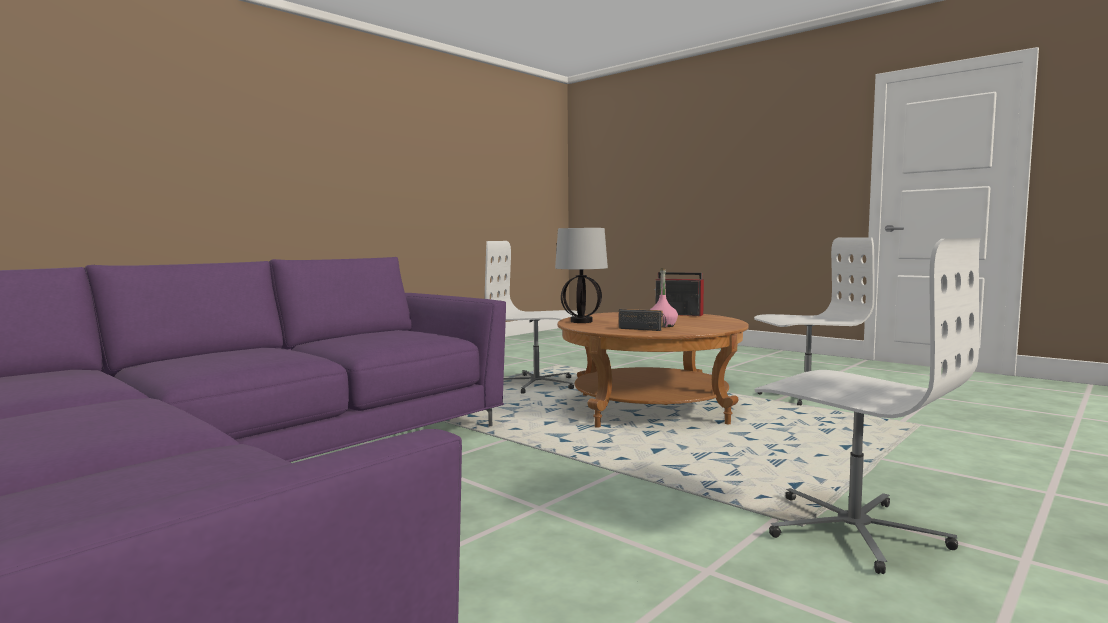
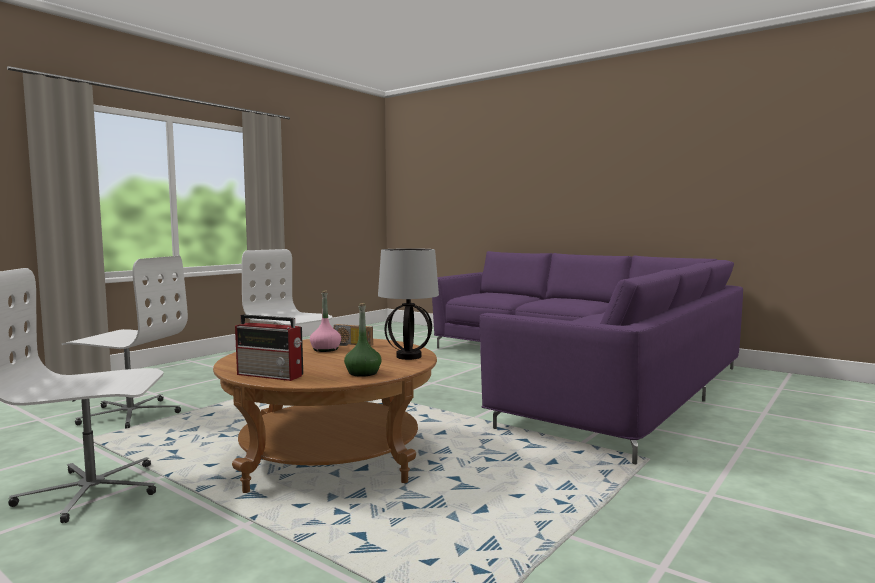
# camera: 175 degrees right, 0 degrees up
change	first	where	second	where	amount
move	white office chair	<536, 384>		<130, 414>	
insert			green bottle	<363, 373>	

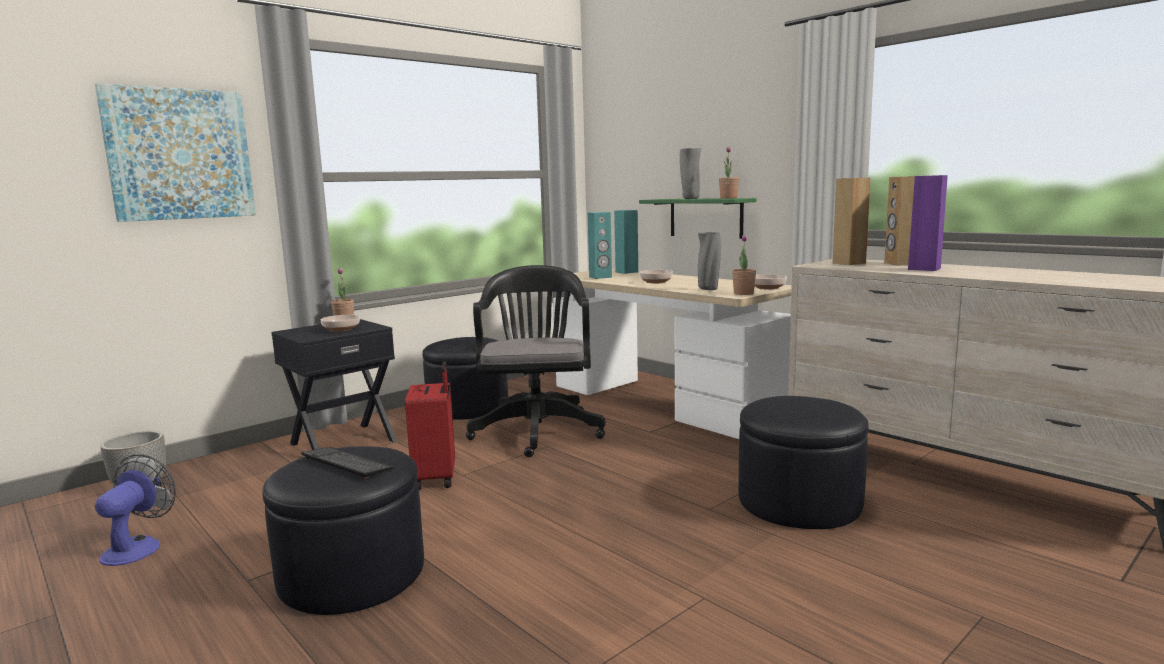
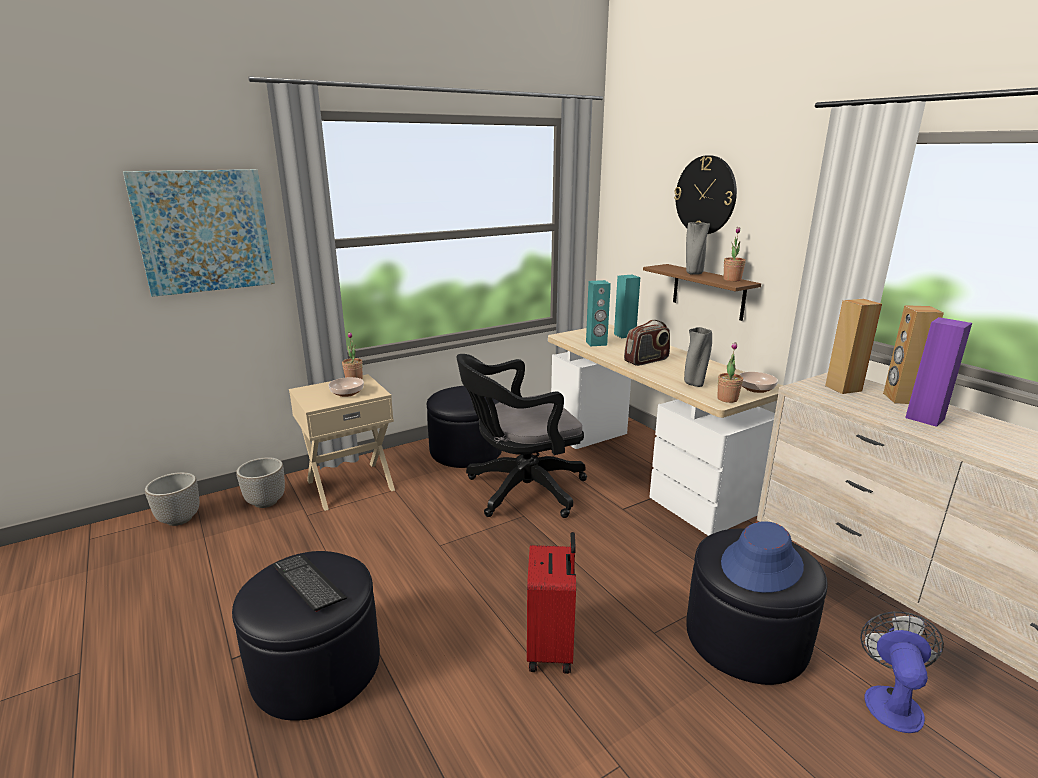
# camera: 10 degrees right, 10 degrees up
change	first	where	second	where	amount
move	fan	<138, 547>		<891, 700>	
recolor	black nightstand	<343, 442>	beige nightstand	<350, 484>	
move	red suitcase	<436, 478>		<551, 649>	
rotate	black office chair	<537, 429>		<520, 490>	120 degrees counterclockwise
recolor	green shelf	<705, 217>	brown shelf	<708, 291>	
replace	bowl	<656, 282>	radio	<646, 360>	
insert			planter	<266, 502>	
insert			wall clock	<705, 195>	
insert			blue hat	<762, 565>	

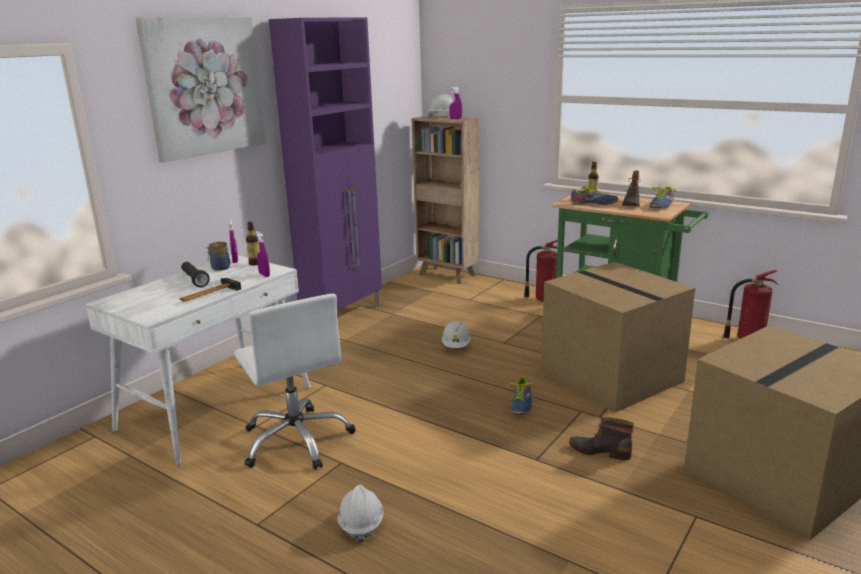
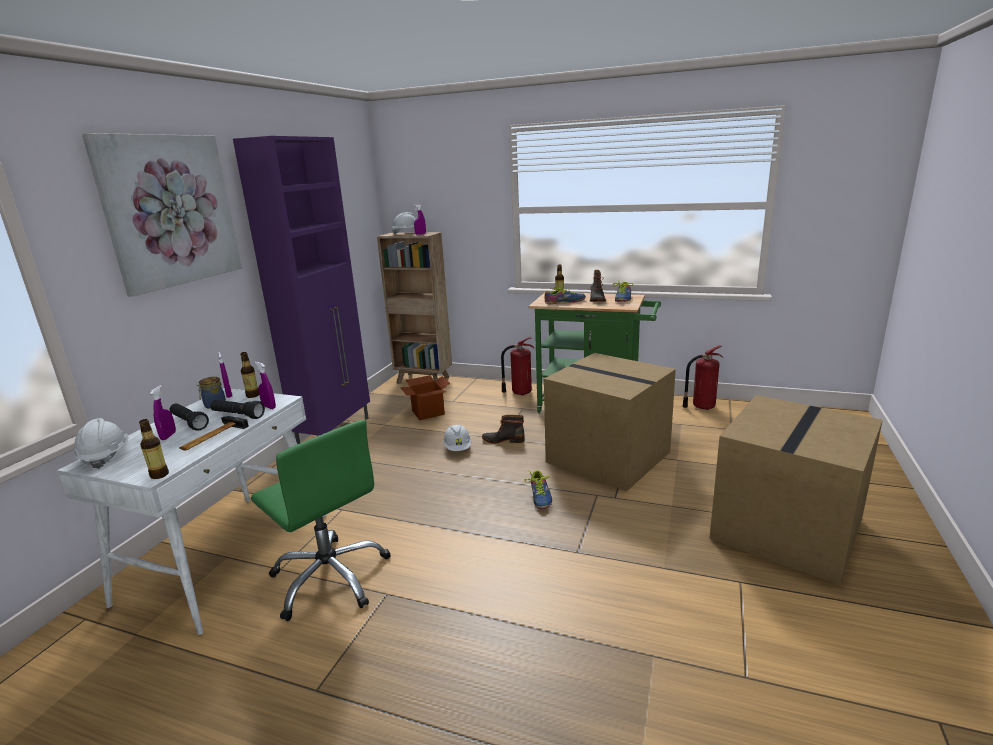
# camera: 15 degrees left, 0 degrees up
change	first	where	second	where	amount
recolor	white office chair	<297, 440>	green office chair	<330, 577>	
move	white hard hat	<361, 524>		<105, 457>	
move	boot	<600, 450>		<503, 440>	
insert			bottle	<159, 475>	
insert			purple spray bottle	<168, 436>	
insert			black flashlight	<238, 415>	
insert			cardboard box	<428, 412>	

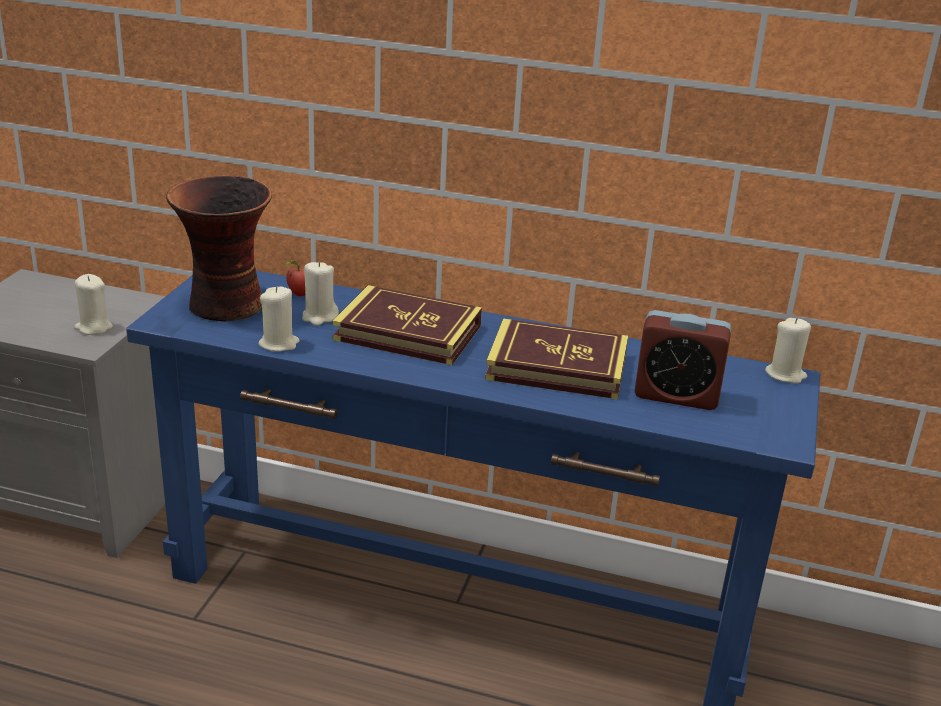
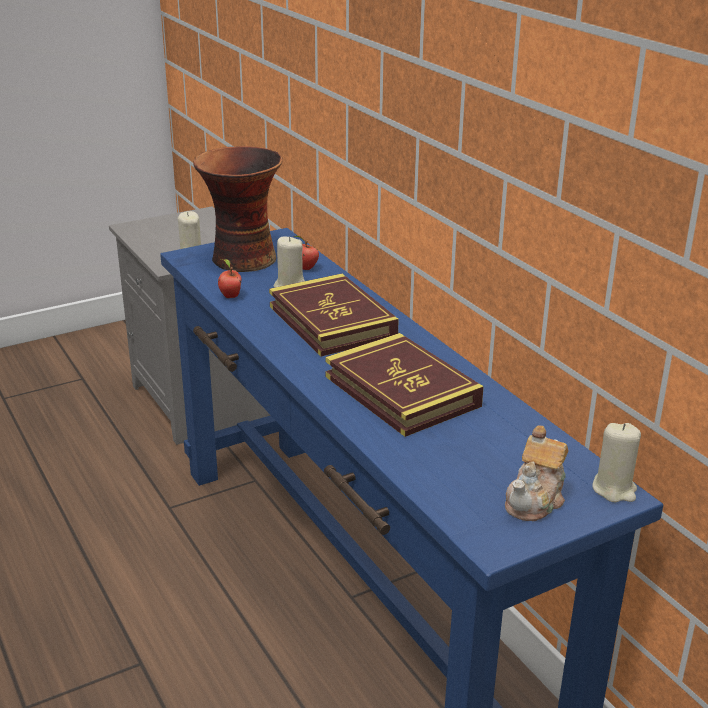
# camera: 45 degrees right, 0 degrees up
change	first	where	second	where	amount
replace	beige candle	<279, 344>	apple	<229, 296>	
delete	alarm clock	<676, 395>			
insert			teapot	<536, 500>	

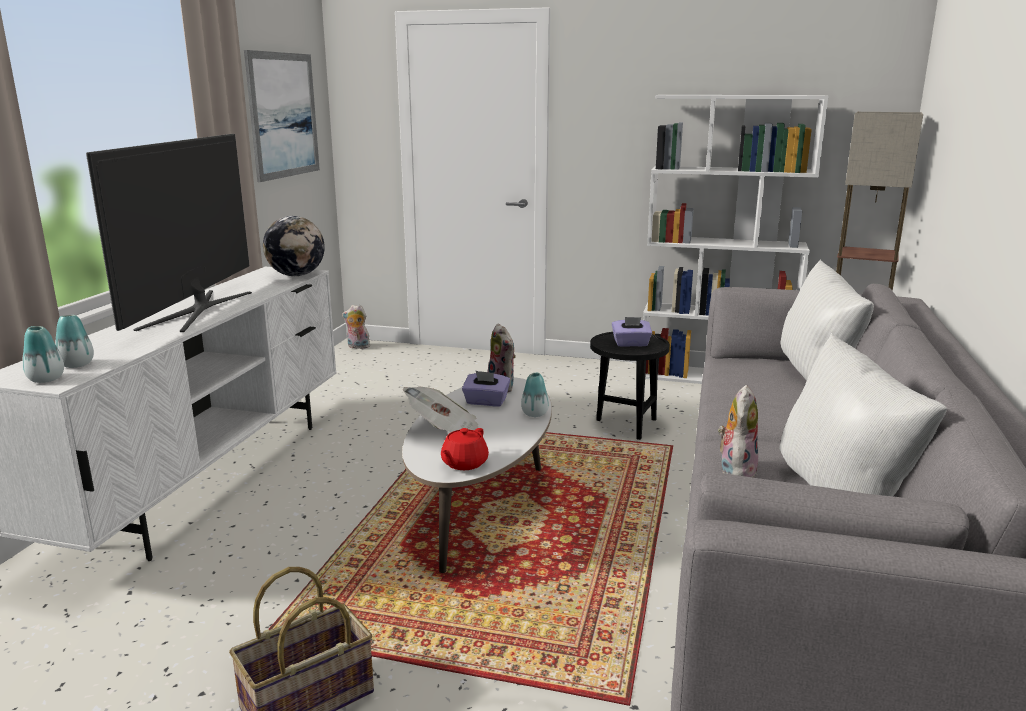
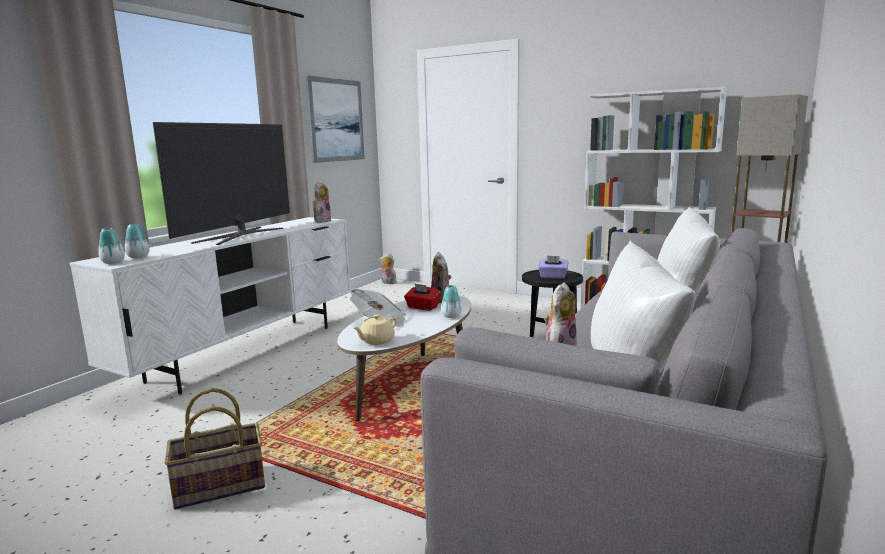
# camera: 15 degrees right, 5 degrees down
change	first	where	second	where	amount
replace	globe	<296, 275>	plush toy	<322, 221>	
recolor	red teapot	<464, 463>	beige teapot	<376, 341>	
recolor	purple tissue box	<486, 402>	red tissue box	<422, 307>	

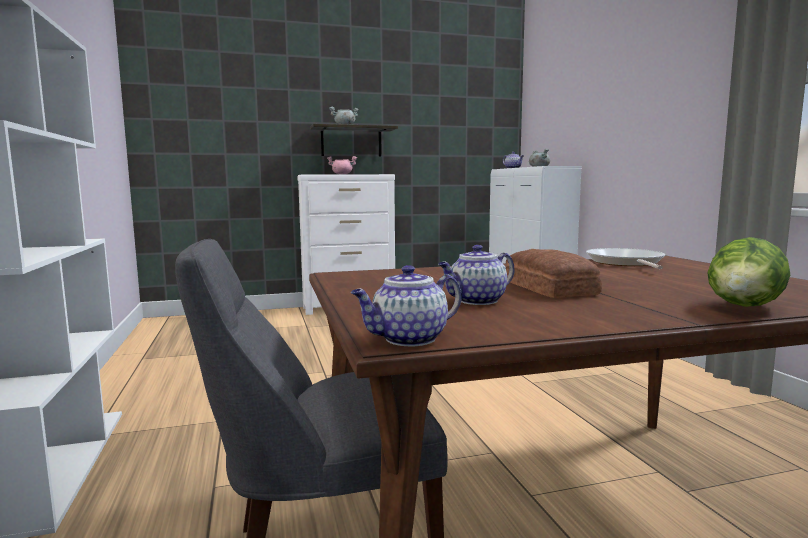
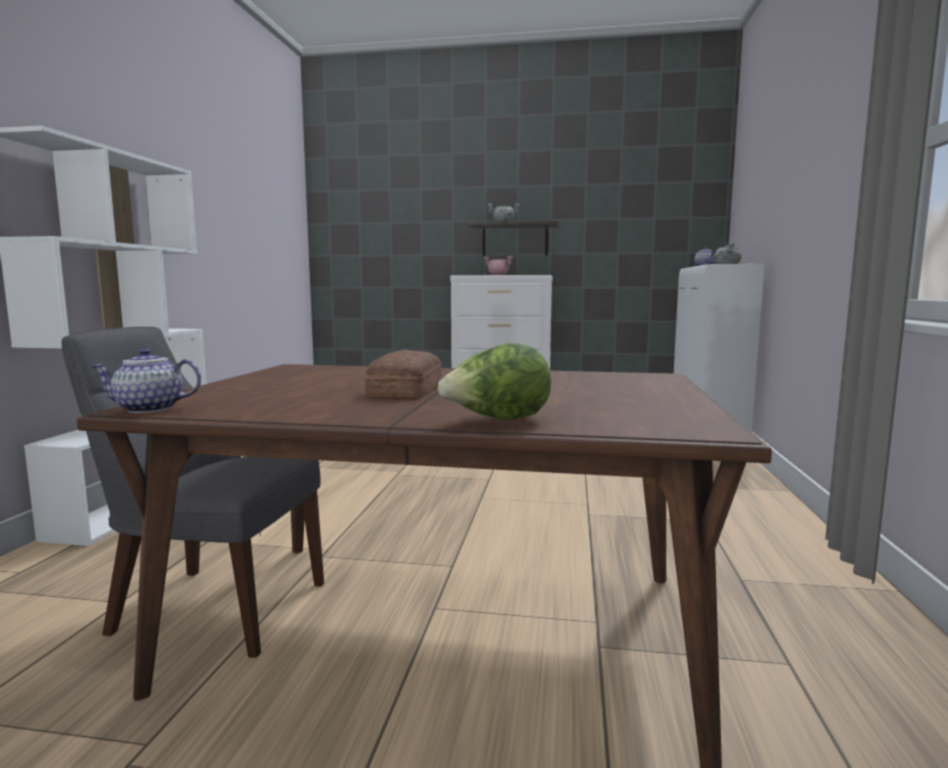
# camera: 25 degrees right, 0 degrees up
change	first	where	second	where	amount
delete	teapot	<476, 301>			
delete	frying pan	<625, 263>			

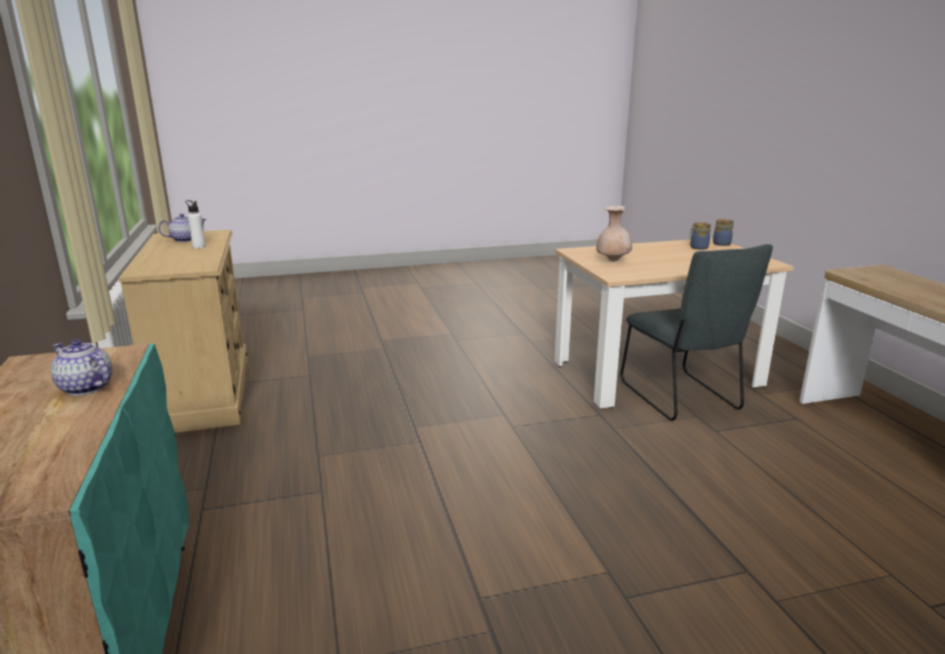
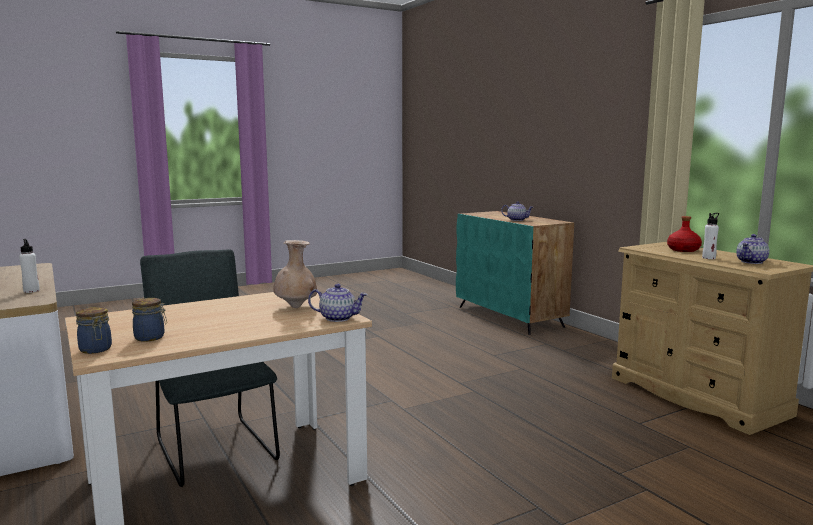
# camera: 165 degrees right, 10 degrees down
change	first	where	second	where	amount
insert			white bottle	<31, 291>	
insert			teapot	<338, 318>	
insert			red bottle	<683, 250>	

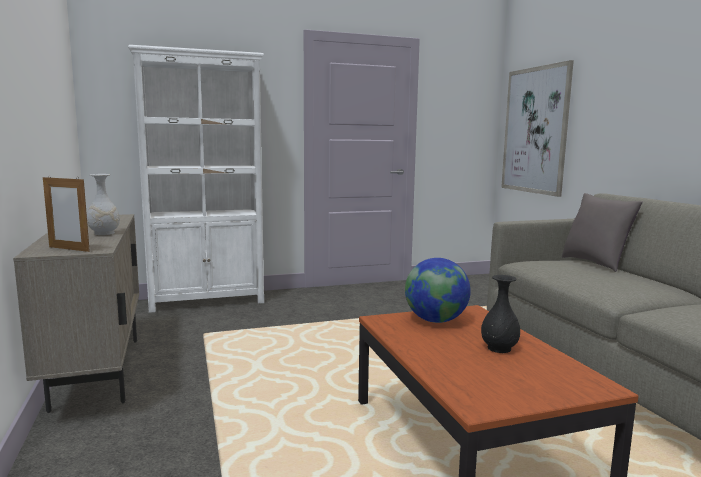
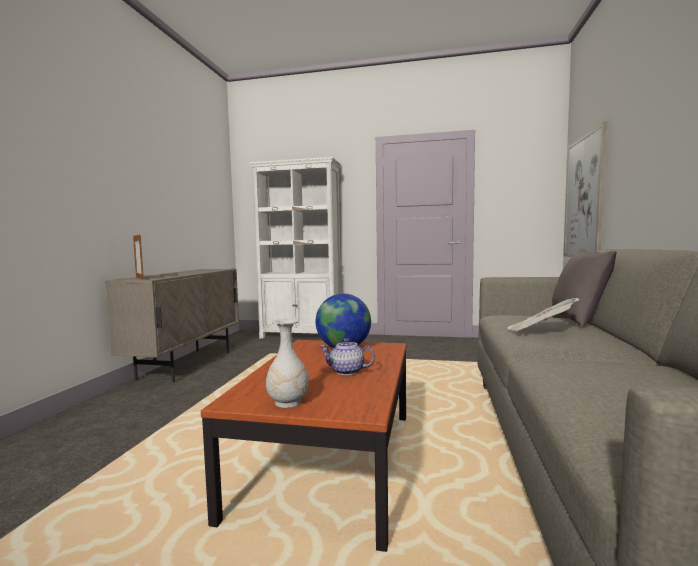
# camera: 30 degrees right, 5 degrees down
change	first	where	second	where	amount
move	white vase	<104, 233>		<287, 402>	
replace	black vase	<499, 348>	teapot	<346, 371>	
insert			newspaper	<539, 332>	

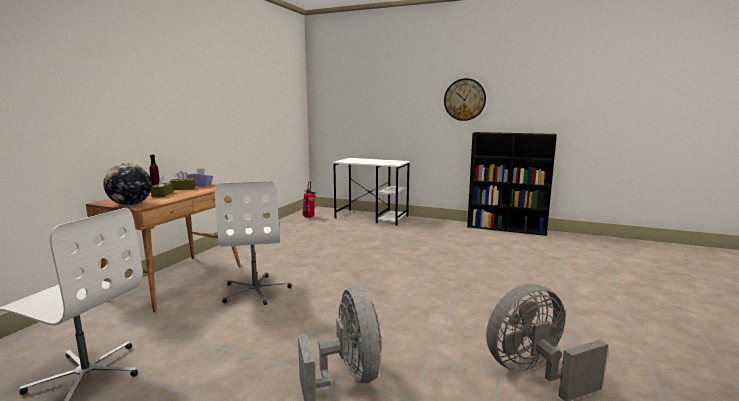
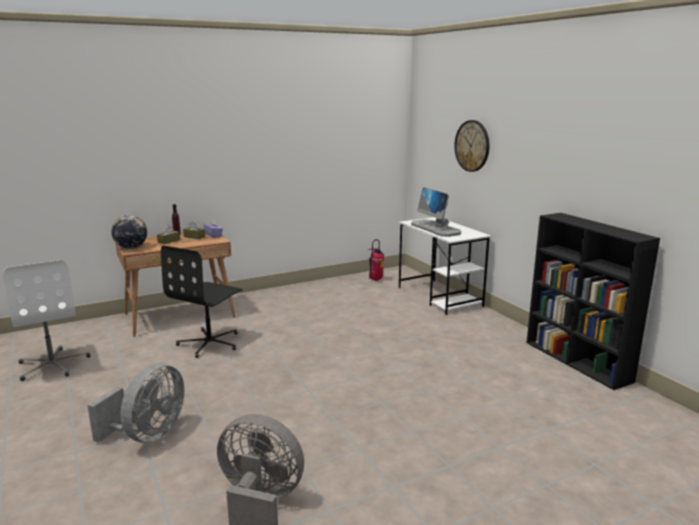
# camera: 40 degrees right, 5 degrees up
change	first	where	second	where	amount
recolor	white office chair	<256, 290>	black office chair	<210, 343>	
move	wall clock	<464, 99>		<472, 146>	
insert			monitor	<435, 229>	

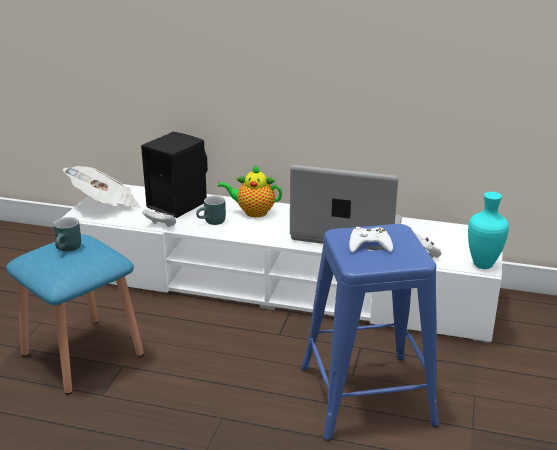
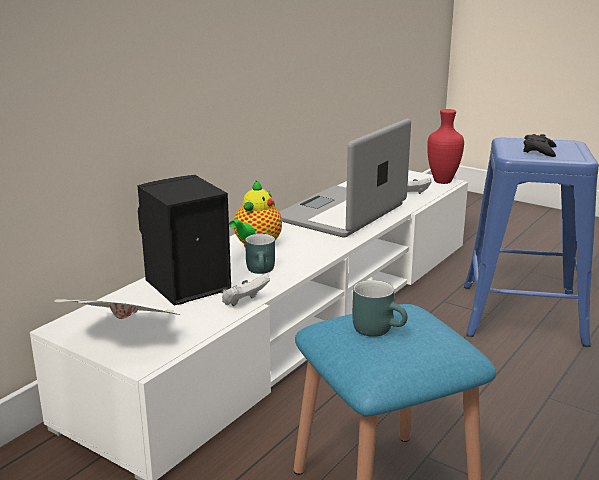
# camera: 70 degrees left, 5 degrees down
change	first	where	second	where	amount
recolor	white game controller	<369, 245>	black game controller	<539, 150>	
recolor	turquoise vase	<484, 265>	red vase	<443, 181>	

